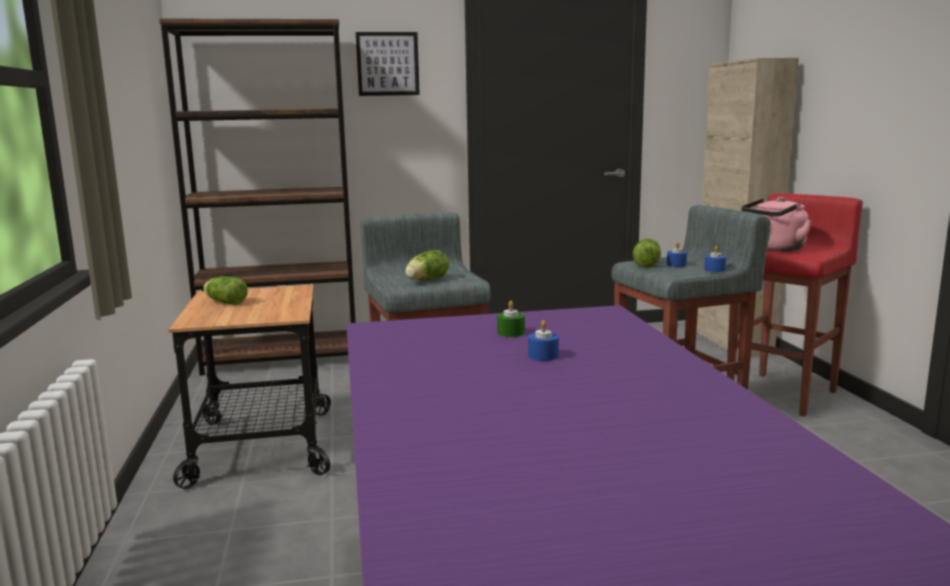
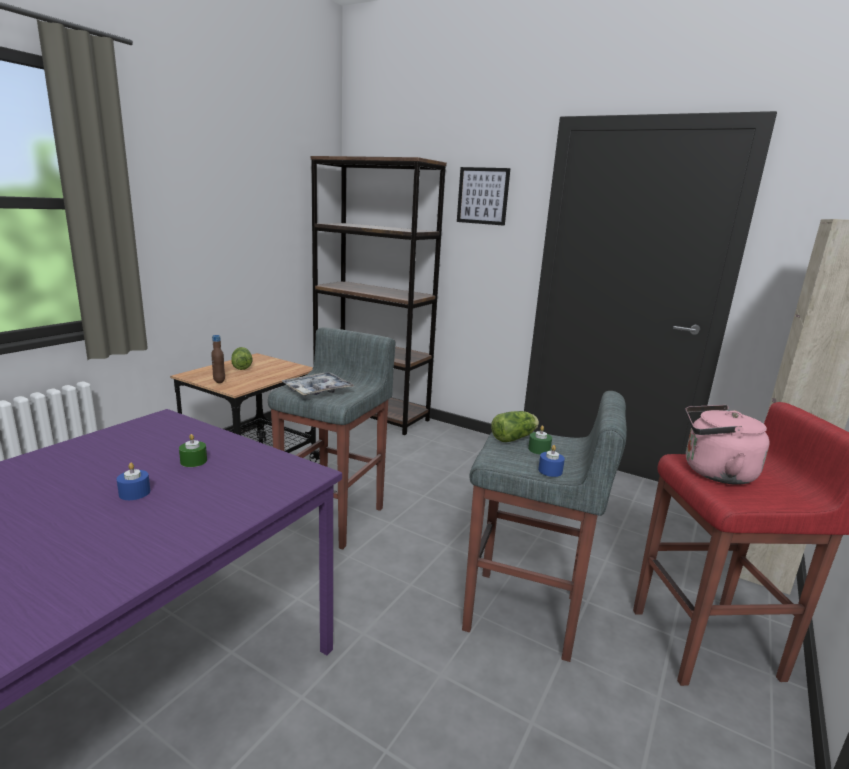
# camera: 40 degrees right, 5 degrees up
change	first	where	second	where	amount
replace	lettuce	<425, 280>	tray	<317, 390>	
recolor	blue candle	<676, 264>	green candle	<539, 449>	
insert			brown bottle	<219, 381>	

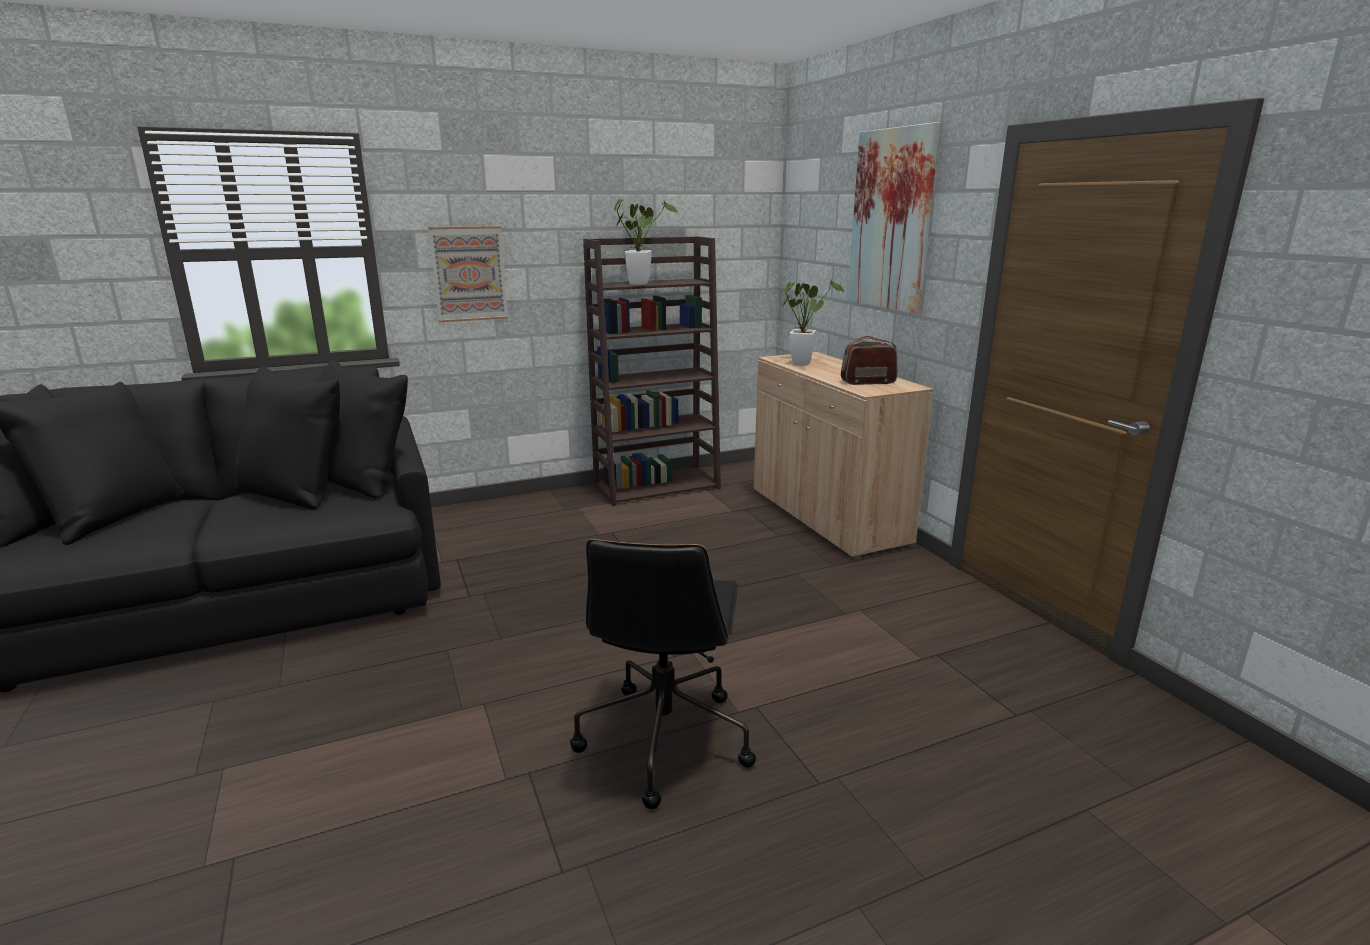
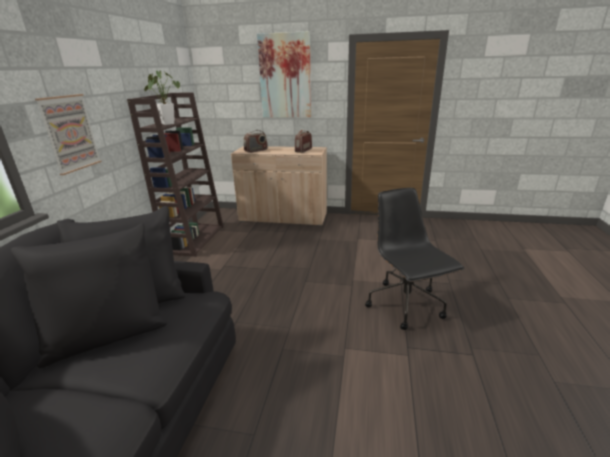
# camera: 55 degrees left, 5 degrees up
change	first	where	second	where	amount
rotate	black office chair	<664, 738>		<406, 305>	150 degrees counterclockwise
replace	potted plant	<802, 362>	radio	<256, 150>	

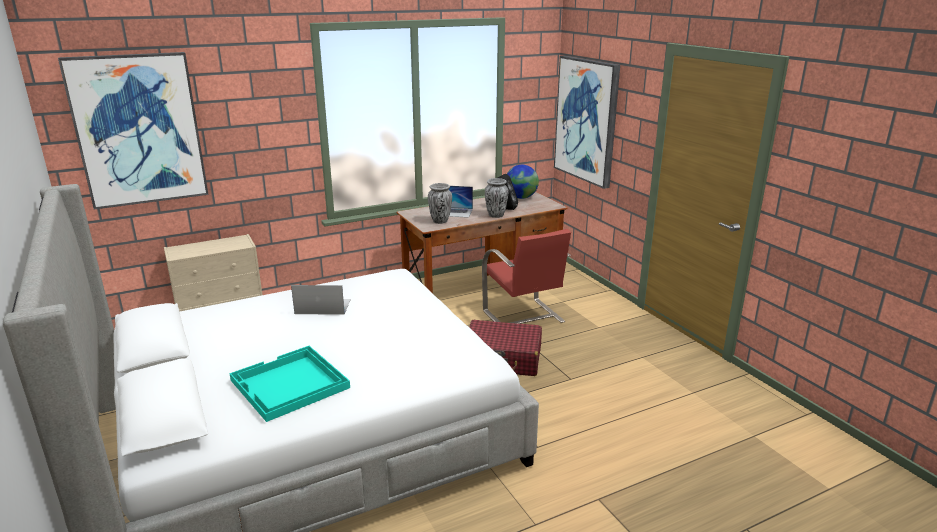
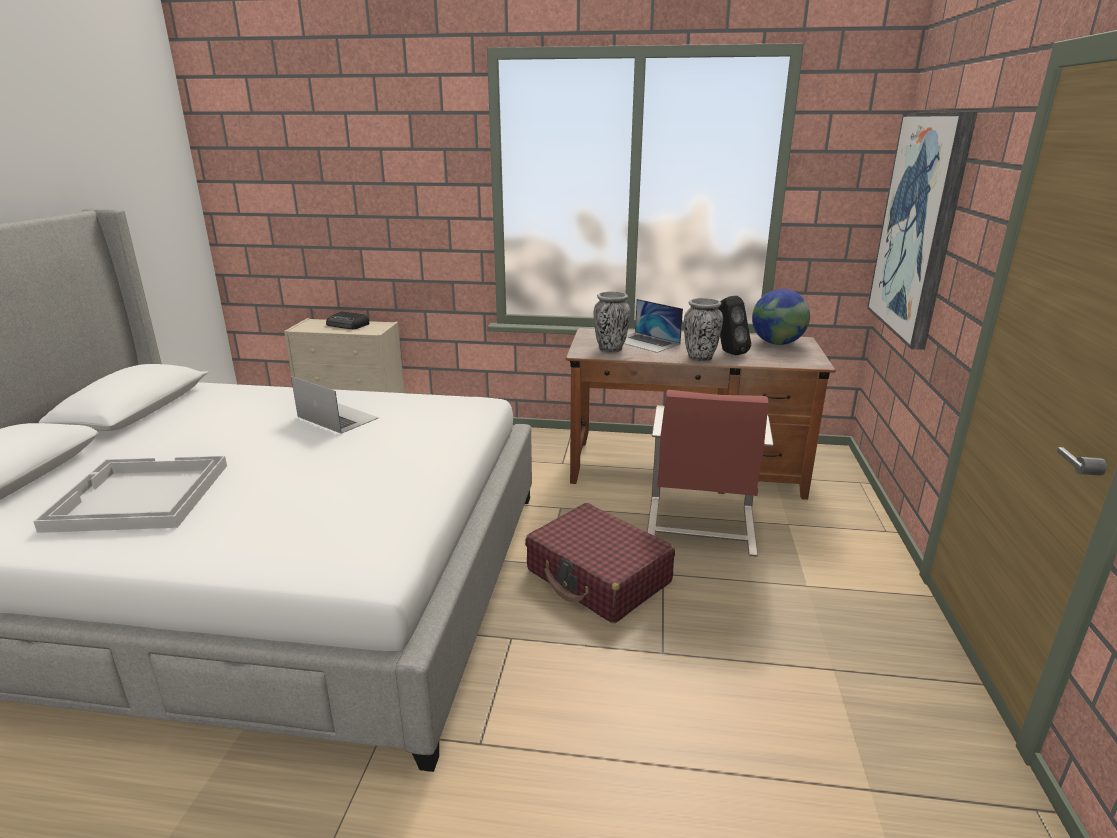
# camera: 35 degrees right, 0 degrees up
change	first	where	second	where	amount
delete	picture	<138, 130>			
recolor	turquoise tray	<289, 385>	white tray	<138, 497>	
insert			radio	<348, 325>	

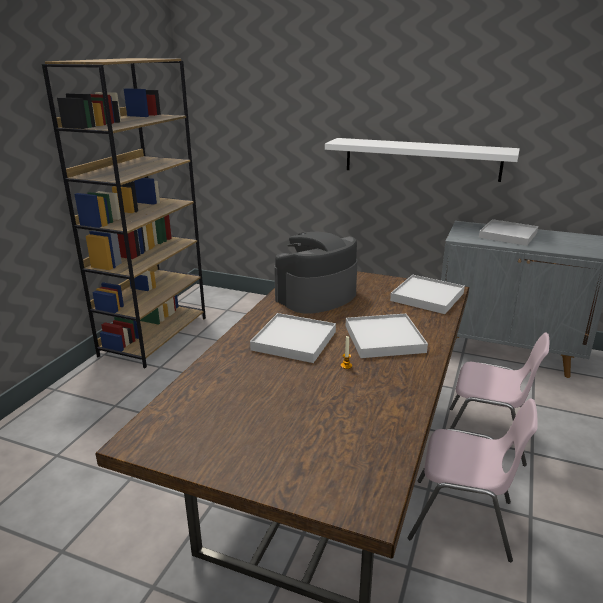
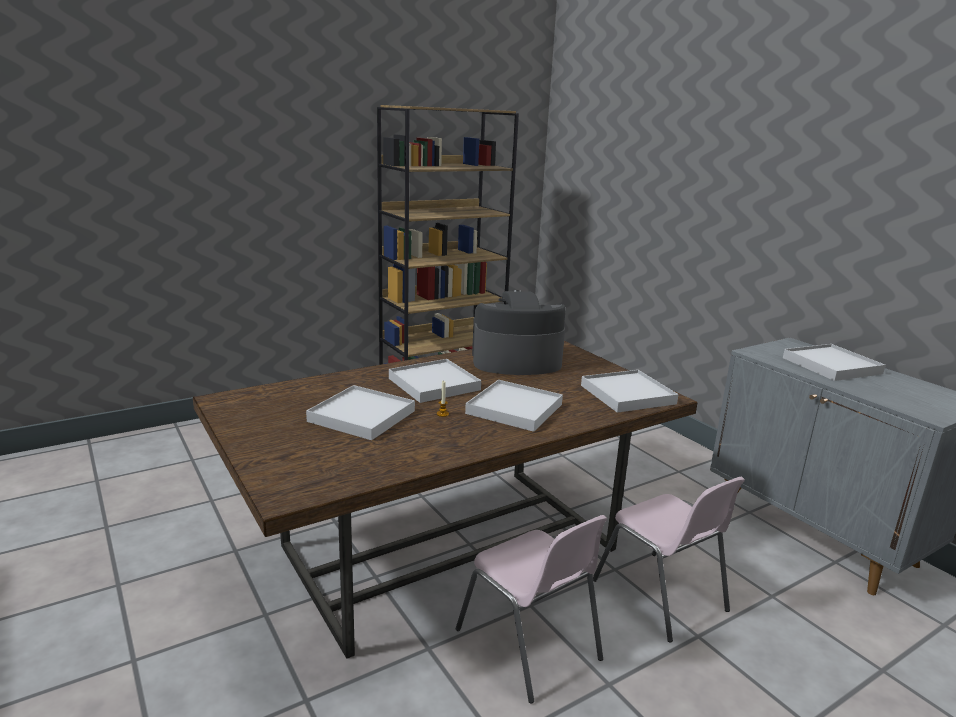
# camera: 35 degrees right, 5 degrees down
change	first	where	second	where	amount
delete	white shelf	<421, 159>			
insert			white tray	<362, 416>	

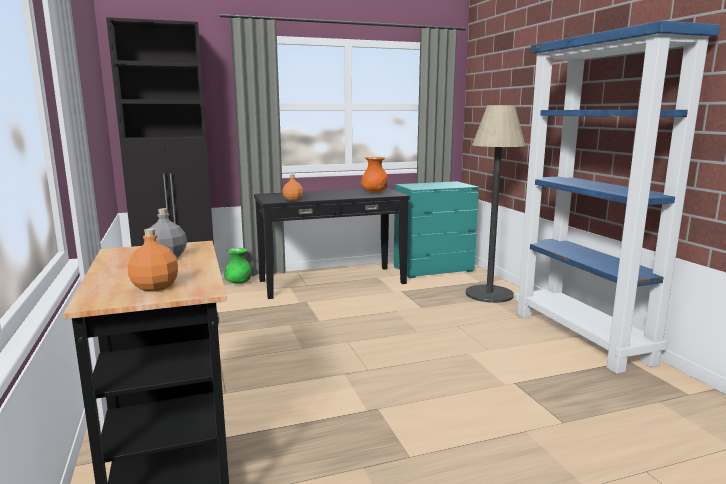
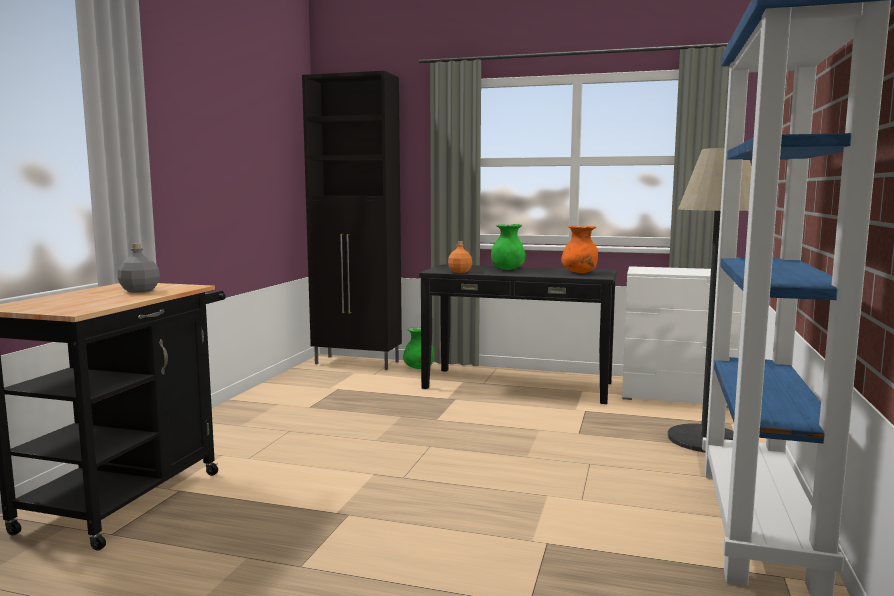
# camera: 35 degrees right, 5 degrees down
change	first	where	second	where	amount
delete	orange bottle	<156, 287>			
recolor	turquoise dresser	<433, 269>	white dresser	<676, 395>	
insert			green vase	<508, 269>	

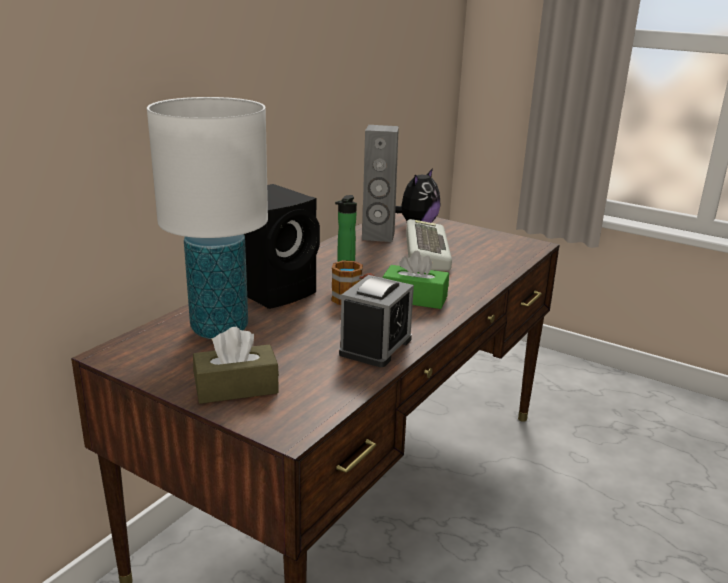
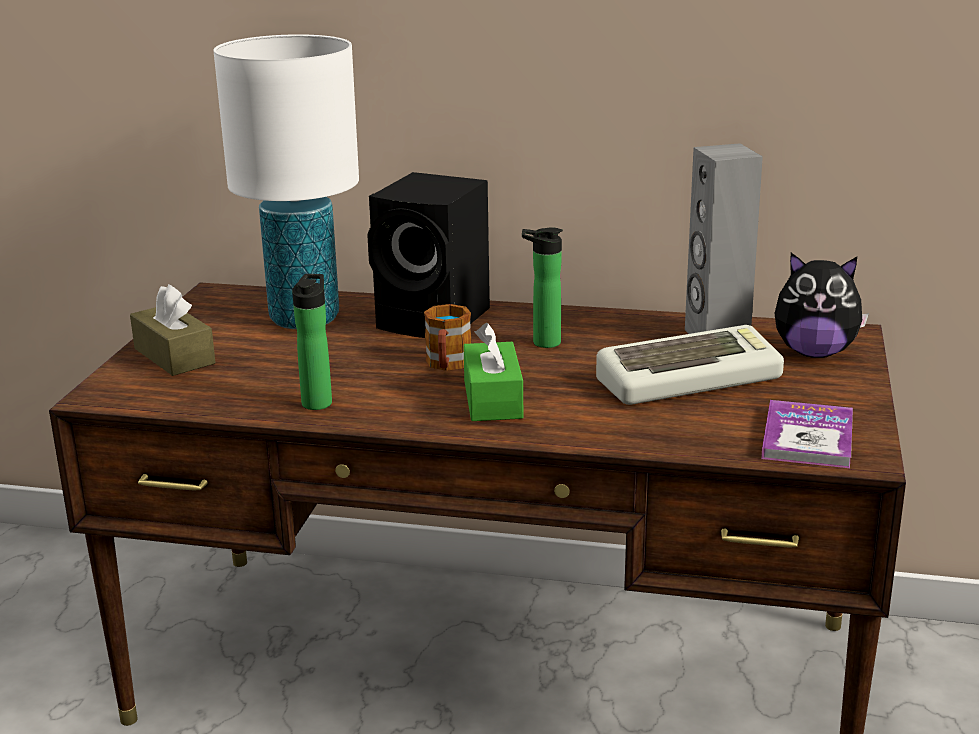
# camera: 70 degrees right, 0 degrees up
change	first	where	second	where	amount
replace	alarm clock	<375, 346>	bottle	<318, 401>	
insert			book	<807, 437>	

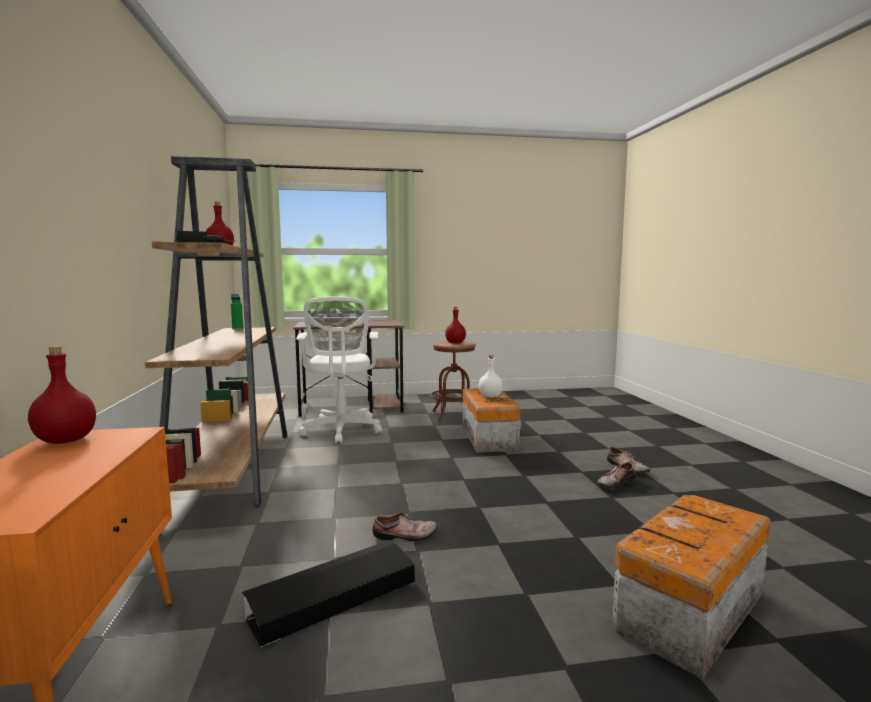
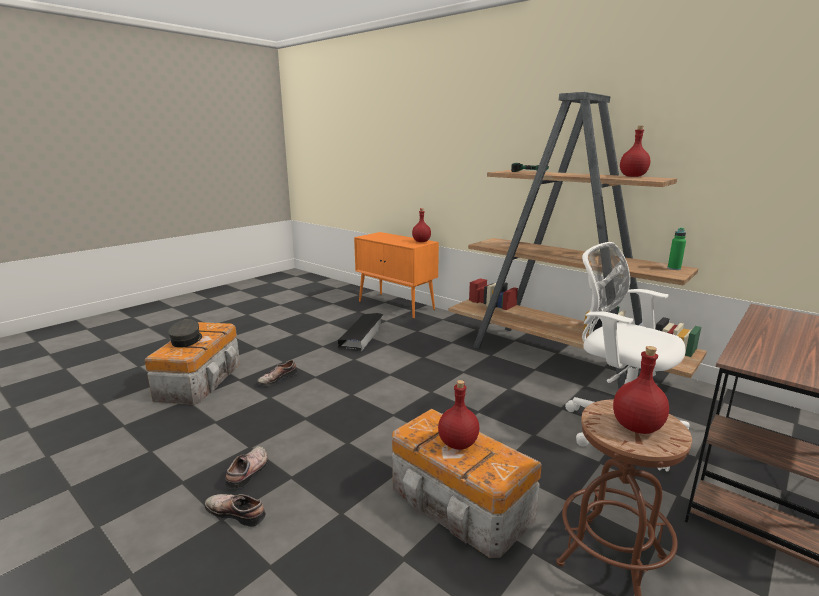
# camera: 140 degrees right, 10 degrees up
change	first	where	second	where	amount
move	shoe	<405, 536>		<276, 378>	
recolor	white bottle	<490, 396>	red bottle	<458, 444>	
insert			grey cap	<186, 340>	

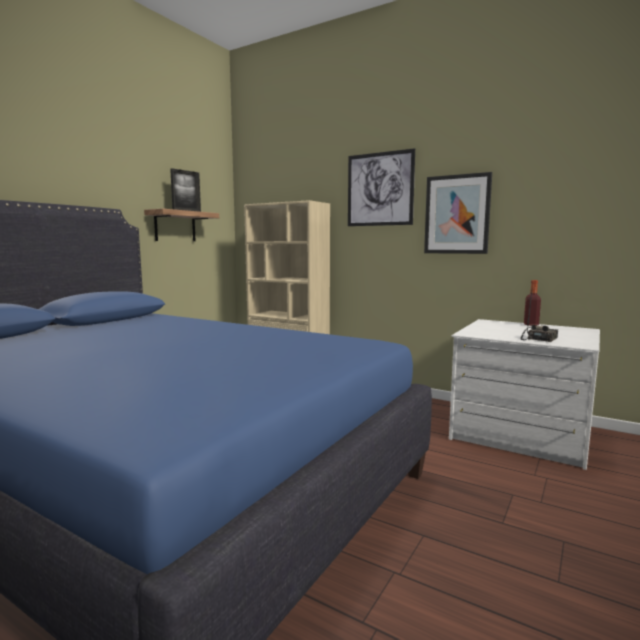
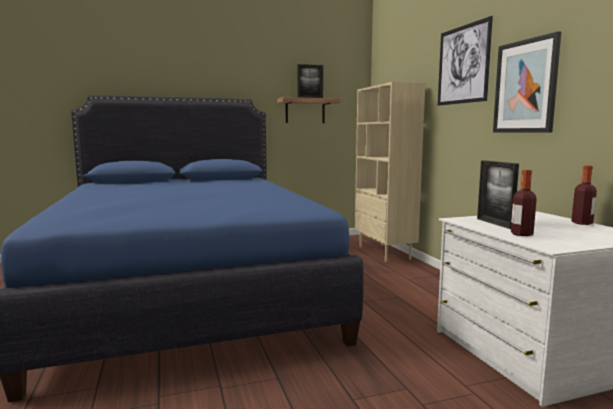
# camera: 40 degrees right, 0 degrees up
change	first	where	second	where	amount
replace	radio	<539, 339>	bottle	<521, 234>	
insert			picture frame	<494, 223>	

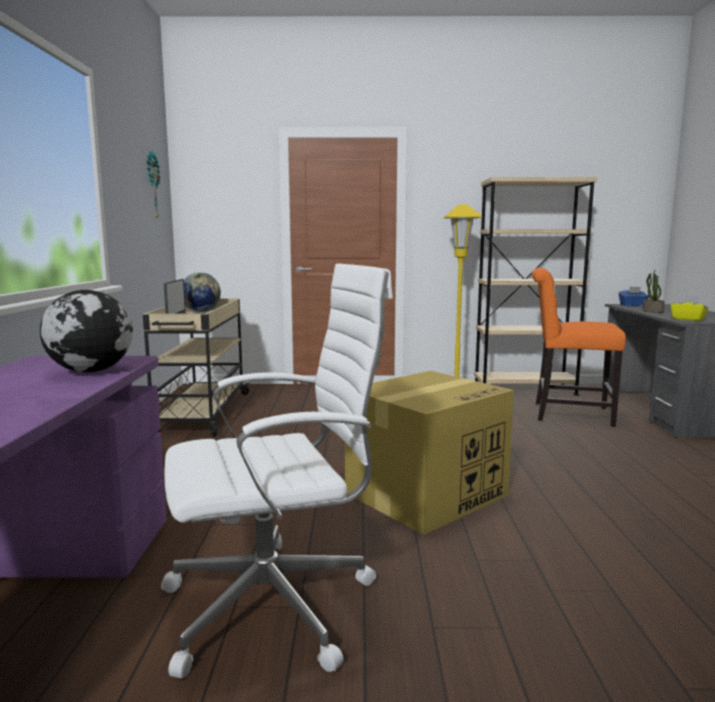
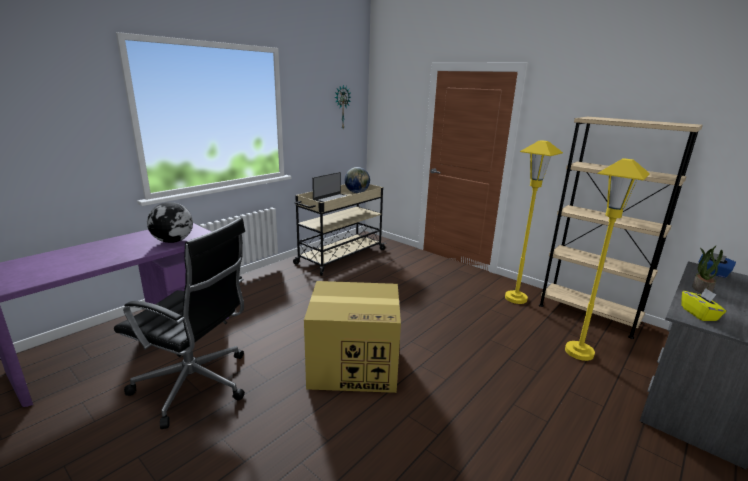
# camera: 40 degrees right, 10 degrees up
change	first	where	second	where	amount
recolor	white office chair	<276, 604>	black office chair	<196, 385>	
replace	orange chair	<567, 414>	yellow floor lamp	<579, 352>	

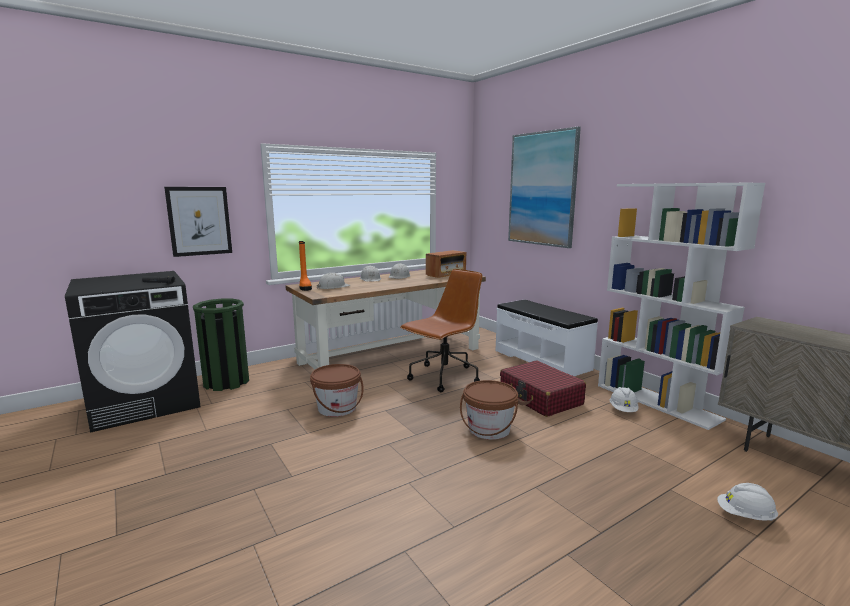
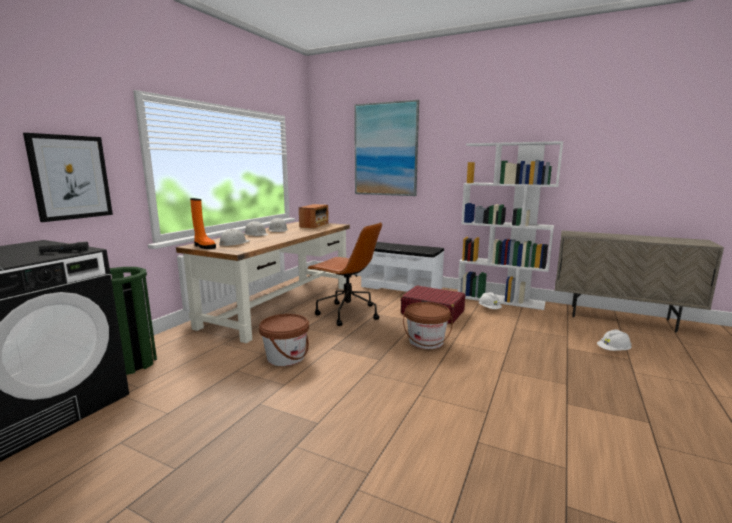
# camera: 30 degrees left, 0 degrees up
change	first	where	second	where	amount
rotate	brown office chair	<443, 378>		<347, 313>	105 degrees clockwise

